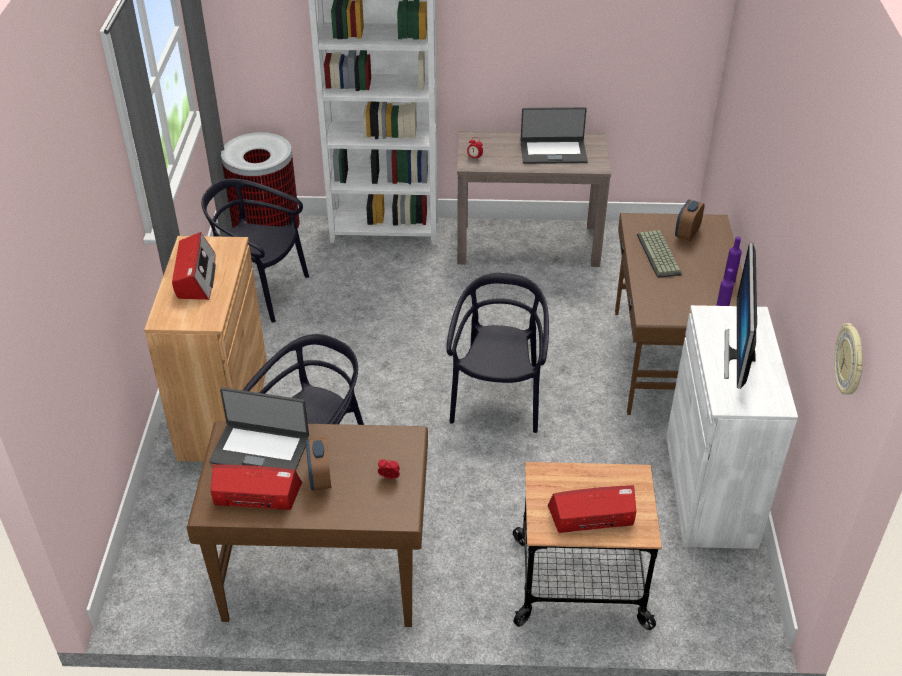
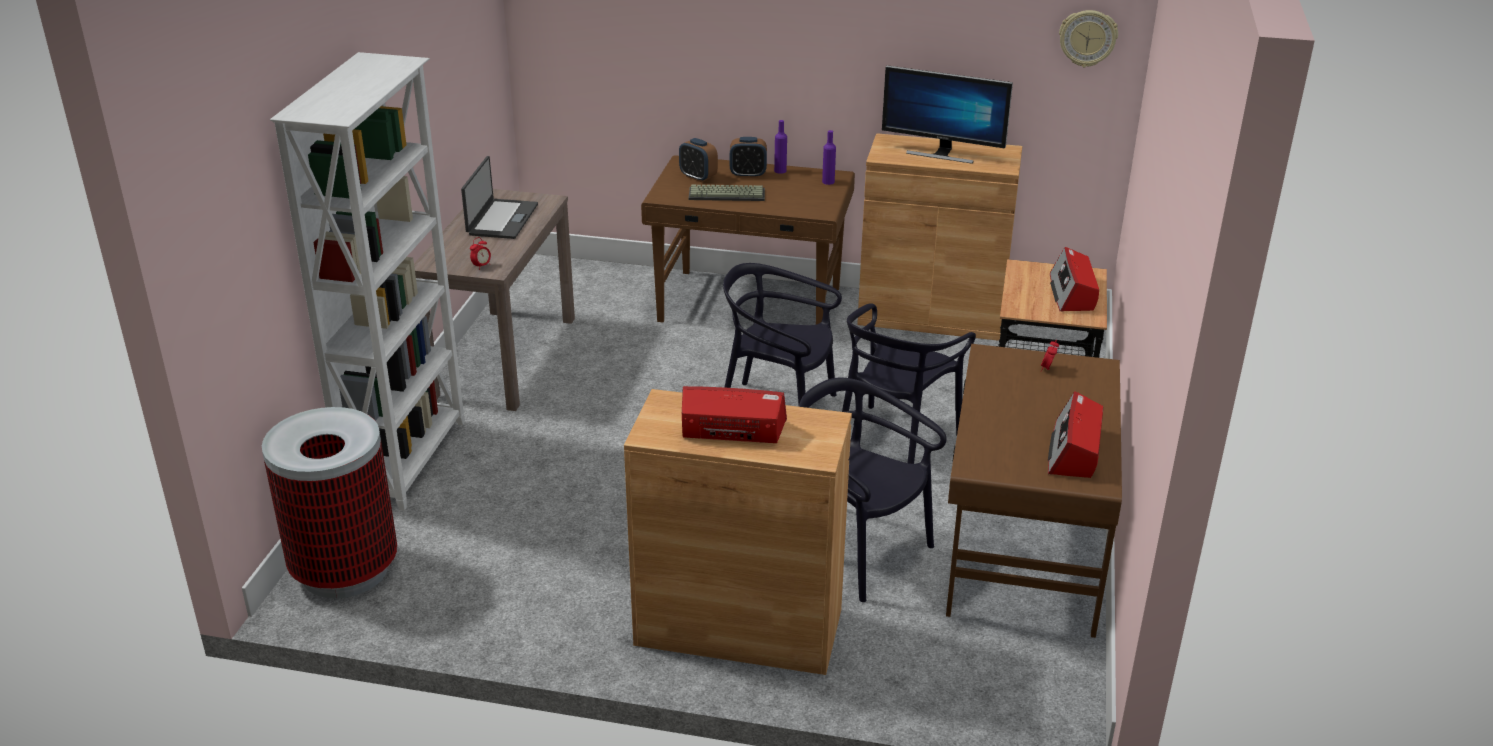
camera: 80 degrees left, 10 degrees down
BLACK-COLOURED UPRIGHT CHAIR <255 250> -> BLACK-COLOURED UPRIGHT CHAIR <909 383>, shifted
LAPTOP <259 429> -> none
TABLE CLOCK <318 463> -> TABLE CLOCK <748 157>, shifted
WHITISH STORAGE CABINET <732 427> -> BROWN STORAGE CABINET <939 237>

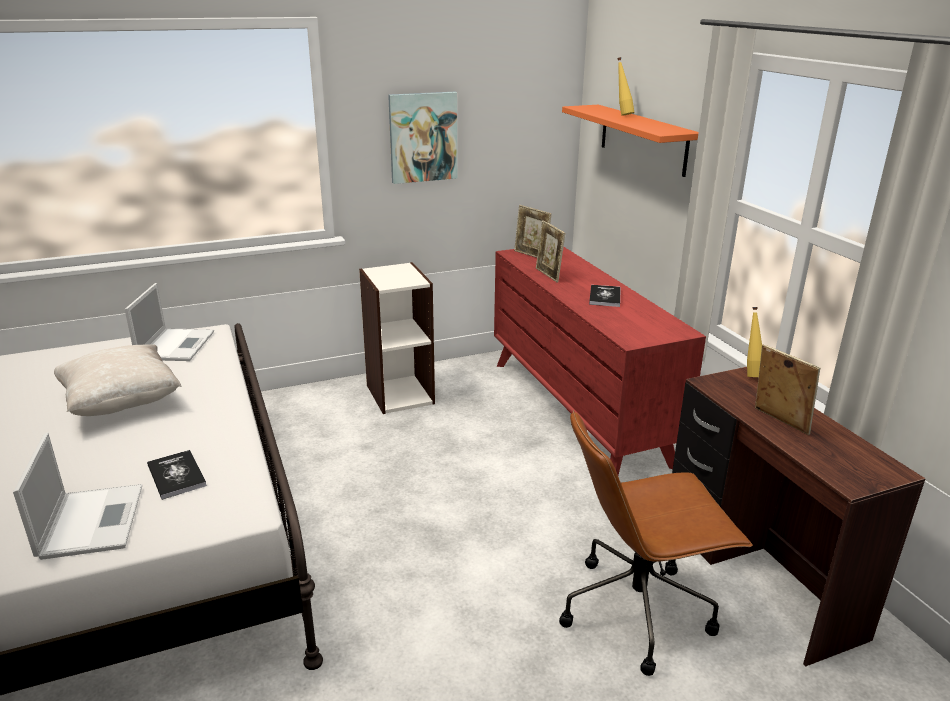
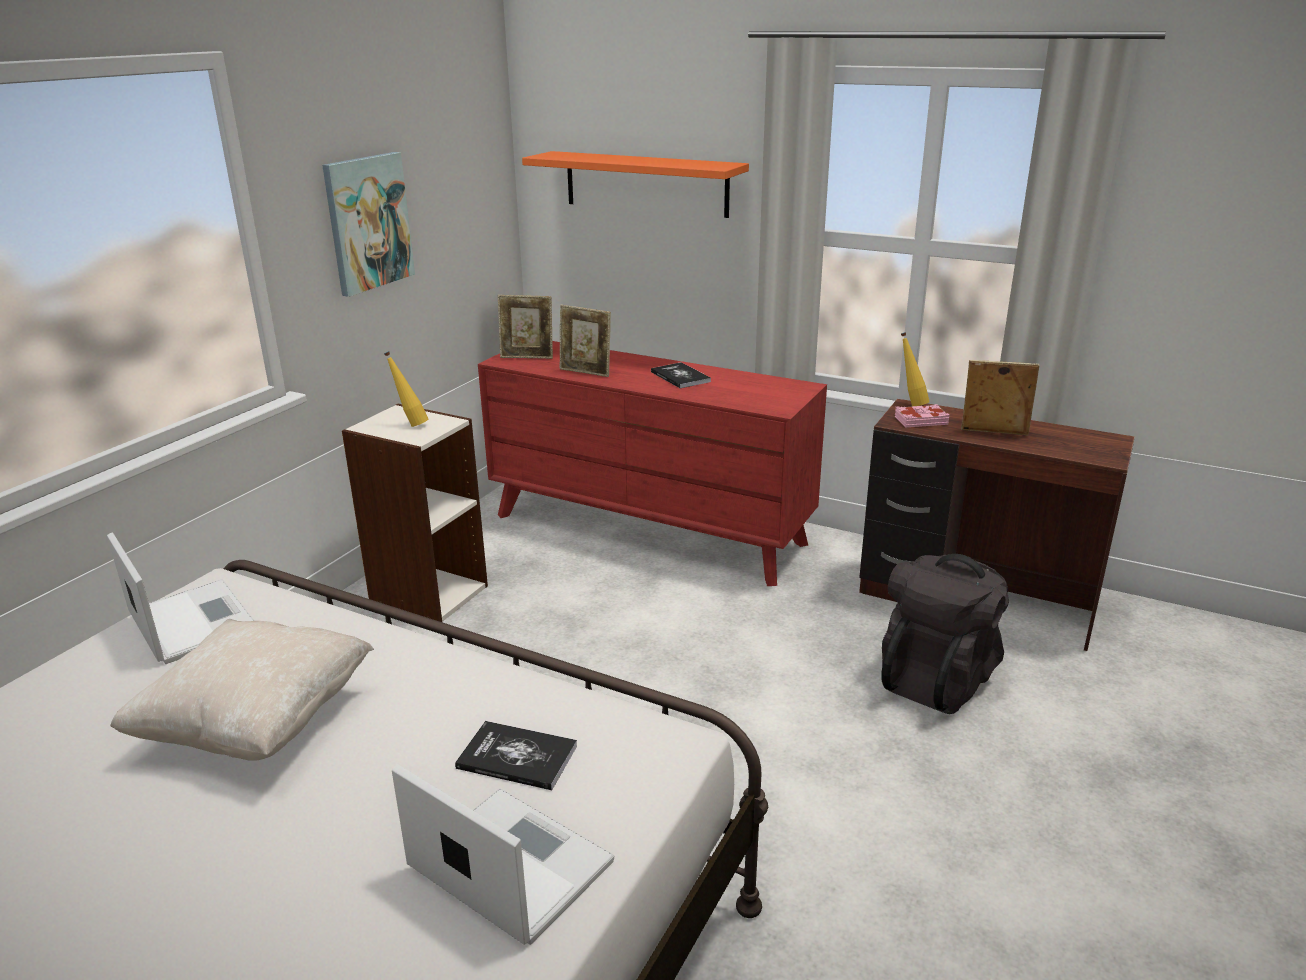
camera: 40 degrees left, 0 degrees up
BROWN OFFICE CHAIR <656 543> -> BLACK-COLOURED RUCKSACK <945 634>
YELLOW-COLOURED BOTTLE <625 86> -> YELLOW-COLOURED BOTTLE <406 389>, shifted
none -> PINK-COLOURED VOLUME <922 416>

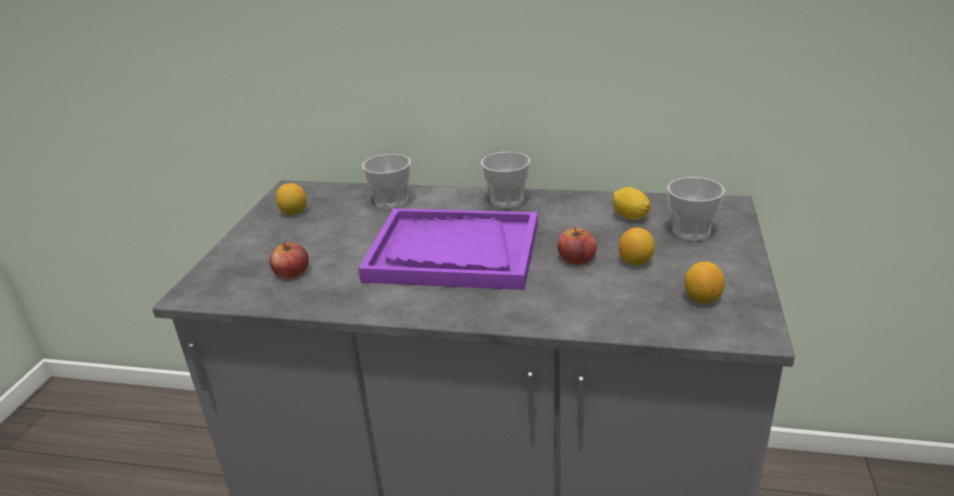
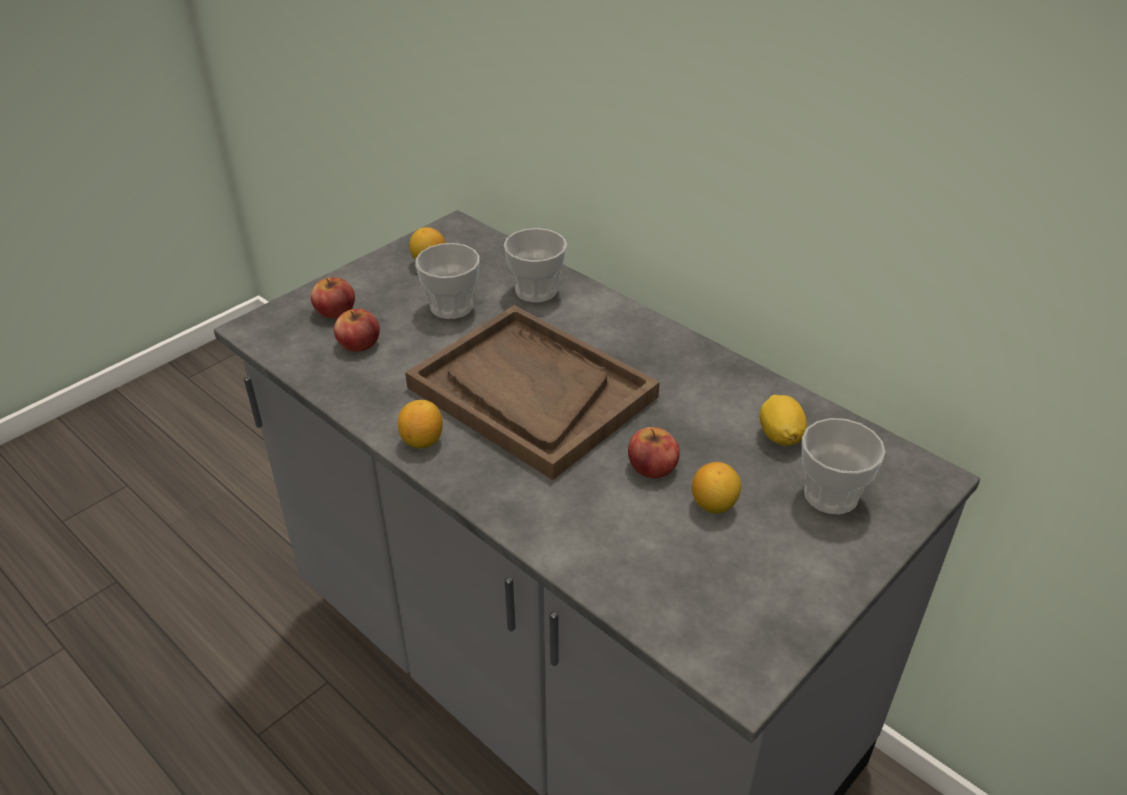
camera: 30 degrees right, 10 degrees up
PURPLE-COLOURED TRAY <448 249> -> BROWN TRAY <532 392>
DRINKING CUP <505 180> -> DRINKING CUP <447 281>, shifted
WHOLE LEMON <704 282> -> WHOLE LEMON <420 424>, shifted
none -> APPLE <333 297>

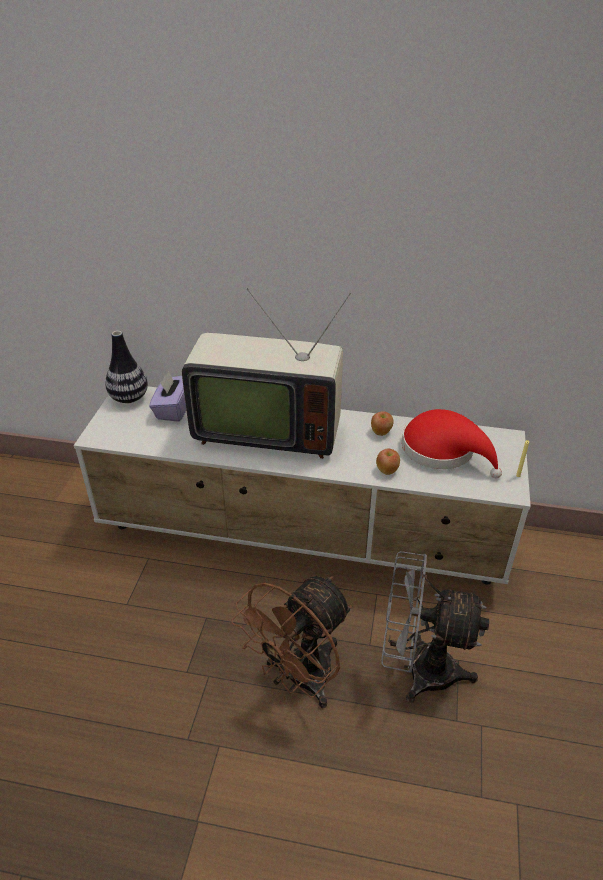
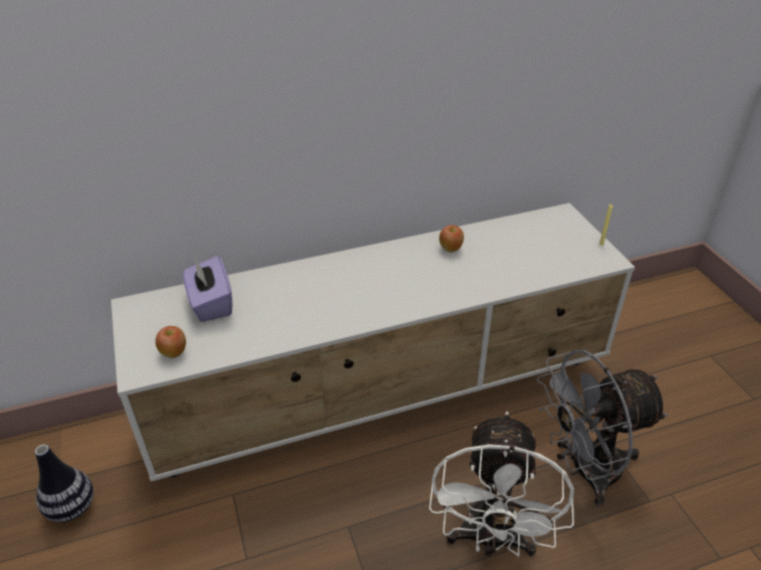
camera: 30 degrees left, 0 degrees up
FLOWER VASE <126 367> -> FLOWER VASE <64 483>, shifted
TV <266 373> -> none
BROWN ELECTRIC FAN <291 642> -> WHITISH ELECTRIC FAN <501 484>
APPLE <388 462> -> APPLE <170 342>, shifted
REDDISH HAT <452 443> -> none

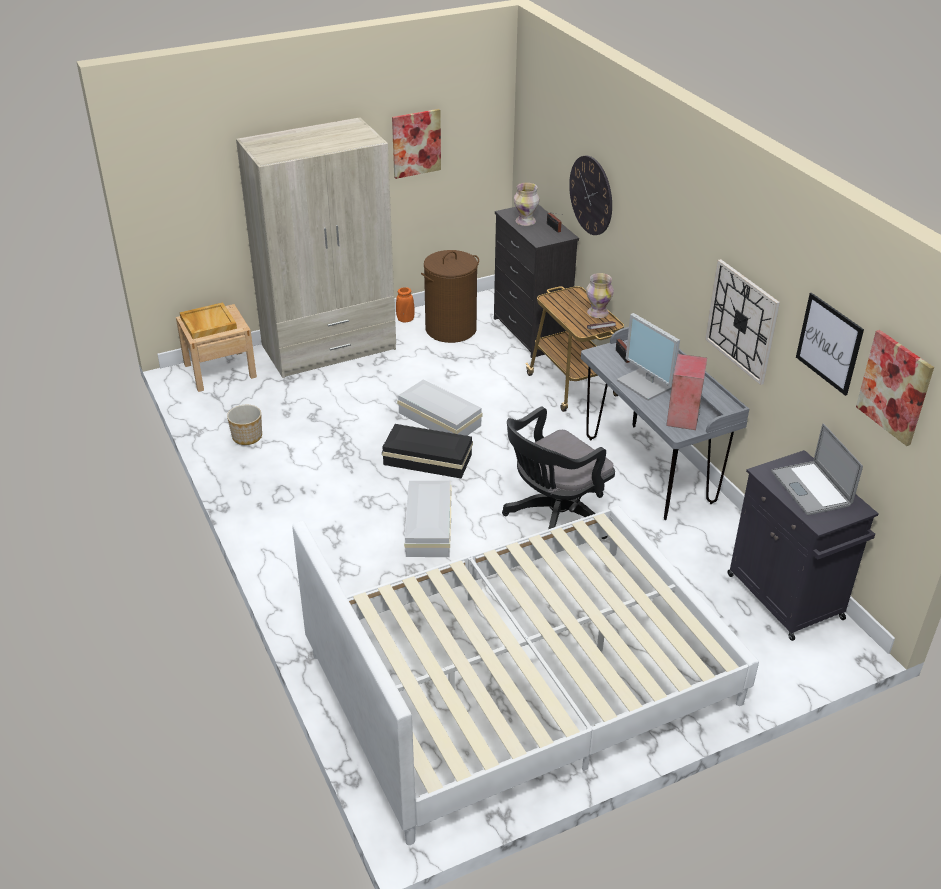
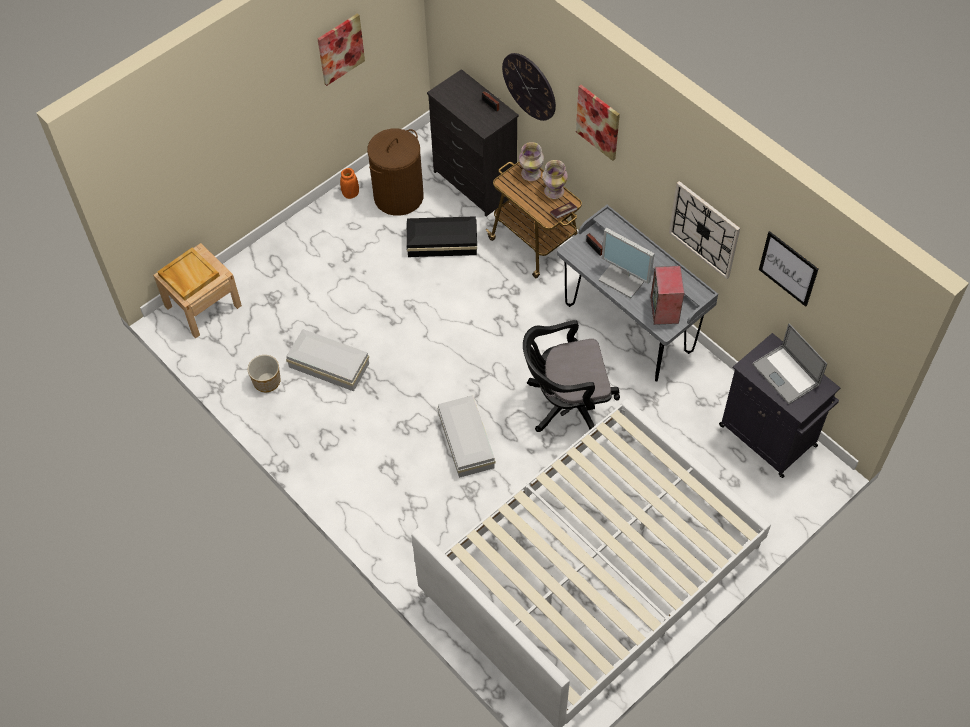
camera: 15 degrees left, 20 degrees up
BEIGE ARMOIRE <316 247> -> none
BLACK-COLOURED STORAGE BOX <427 451> -> BLACK-COLOURED STORAGE BOX <442 236>, shifted
WHITISH STORAGE BOX <440 407> -> WHITISH STORAGE BOX <327 360>, shifted
BLACK-COLOURED OFFICE CHAIR <558 473> -> BLACK-COLOURED OFFICE CHAIR <571 376>, 45 degrees clockwise
FLOWER VASE <526 204> -> FLOWER VASE <531 161>, shifted
PICTURE <895 388> -> PICTURE <598 123>, shifted

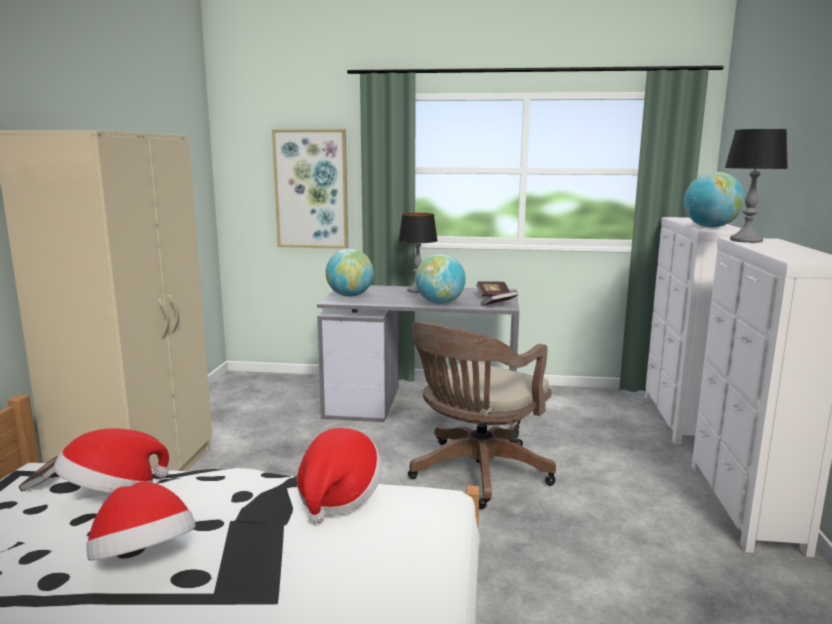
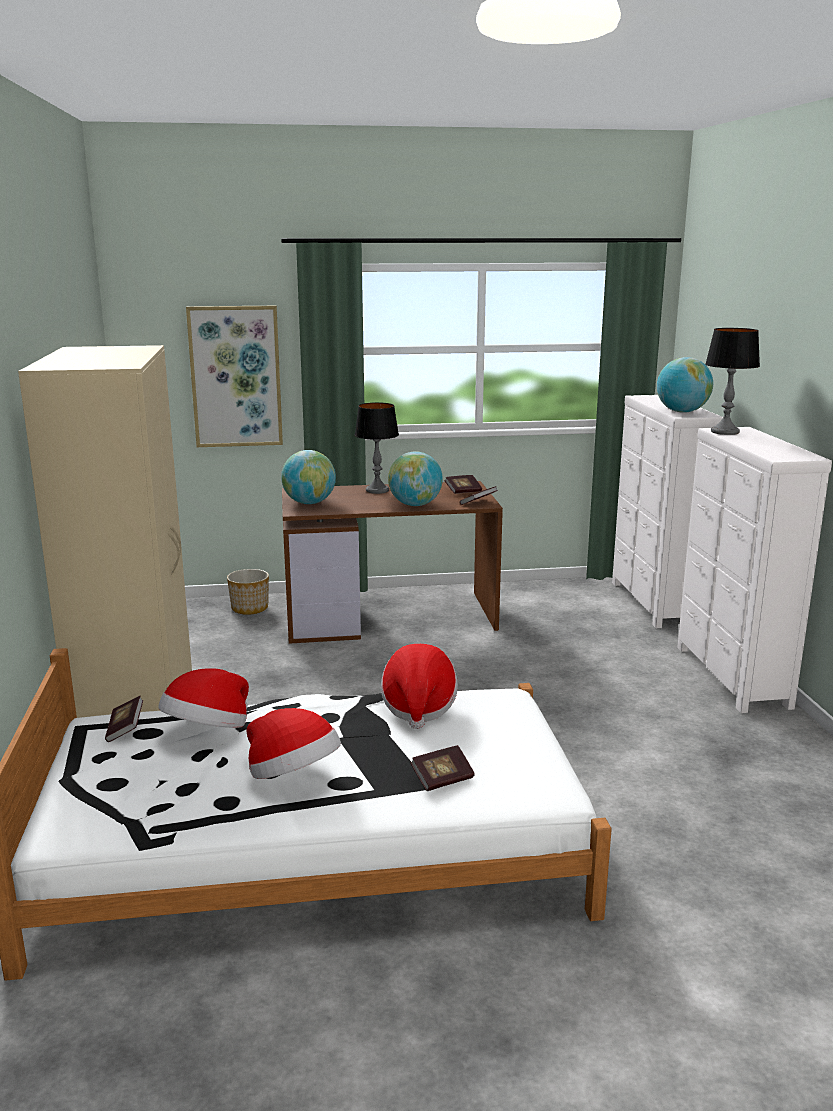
camera: 15 degrees left, 5 degrees up
GREY DESK UNIT <418 356> -> BROWN DESK UNIT <392 562>
BROWN OFFICE CHAIR <482 415> -> none
none -> PLANT POT <248 592>
none -> VOLUME <442 768>

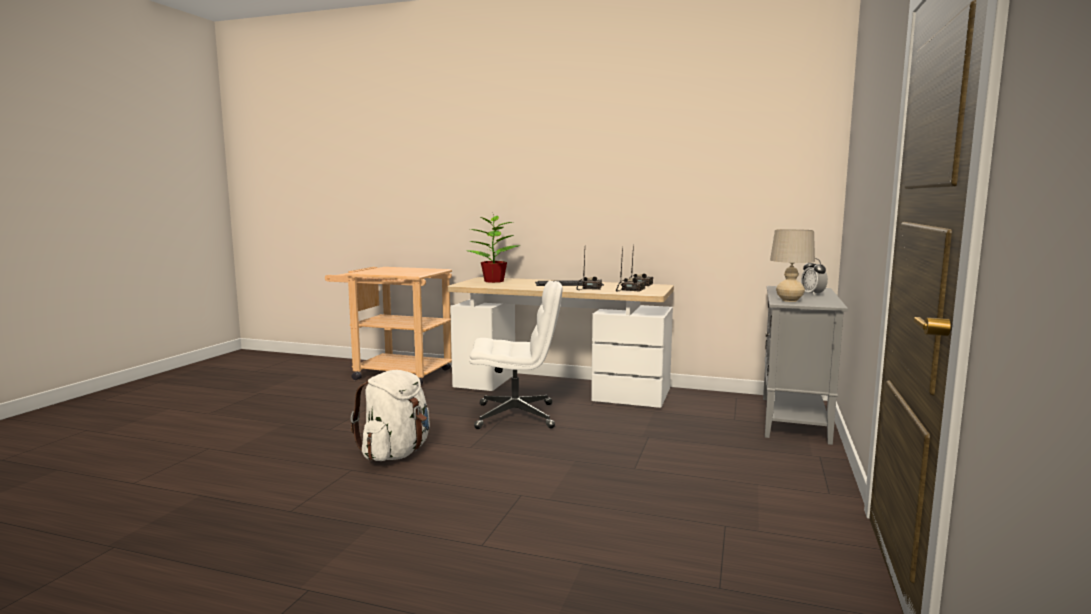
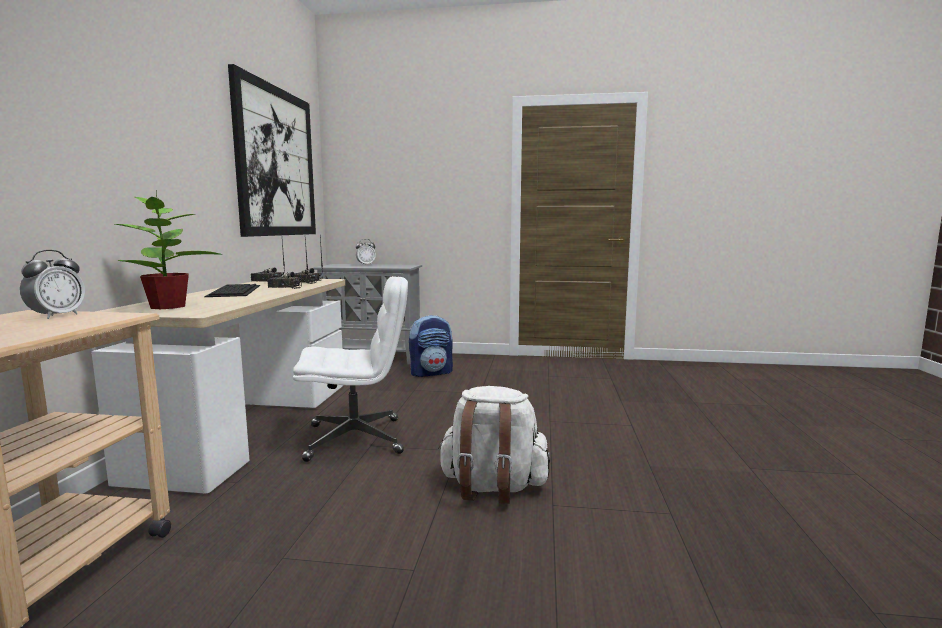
camera: 100 degrees left, 0 degrees up
WHITISH OFFICE CHAIR <516 355> -> WHITISH OFFICE CHAIR <350 369>, 90 degrees clockwise
BEIGE TABLE LAMP <792 265> -> none
none -> TABLE CLOCK <52 284>
none -> PICTURE <272 150>
none -> RUCKSACK <431 346>

